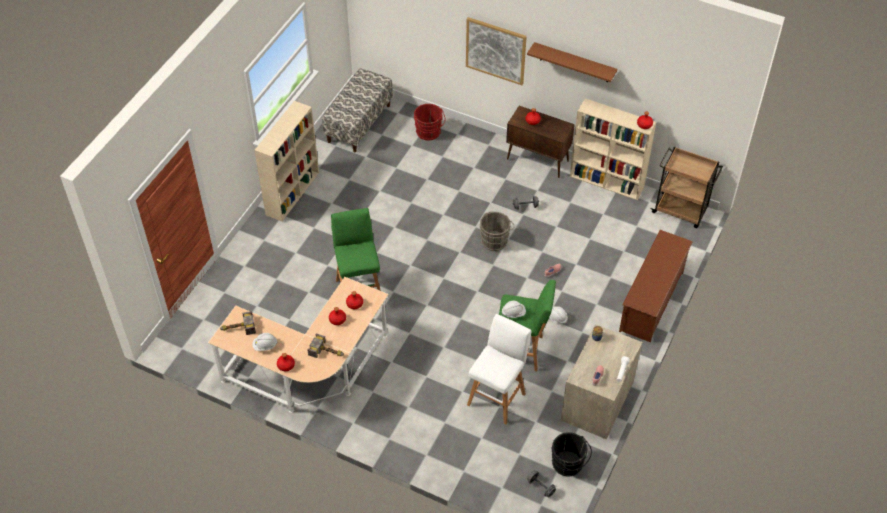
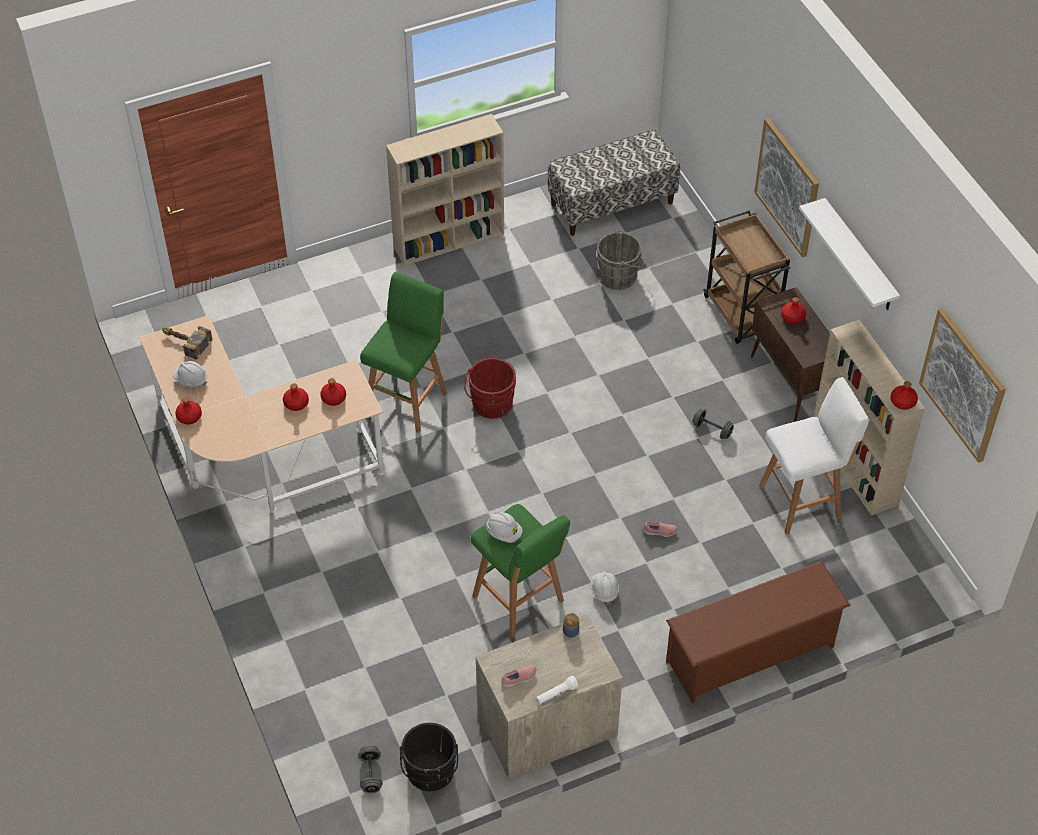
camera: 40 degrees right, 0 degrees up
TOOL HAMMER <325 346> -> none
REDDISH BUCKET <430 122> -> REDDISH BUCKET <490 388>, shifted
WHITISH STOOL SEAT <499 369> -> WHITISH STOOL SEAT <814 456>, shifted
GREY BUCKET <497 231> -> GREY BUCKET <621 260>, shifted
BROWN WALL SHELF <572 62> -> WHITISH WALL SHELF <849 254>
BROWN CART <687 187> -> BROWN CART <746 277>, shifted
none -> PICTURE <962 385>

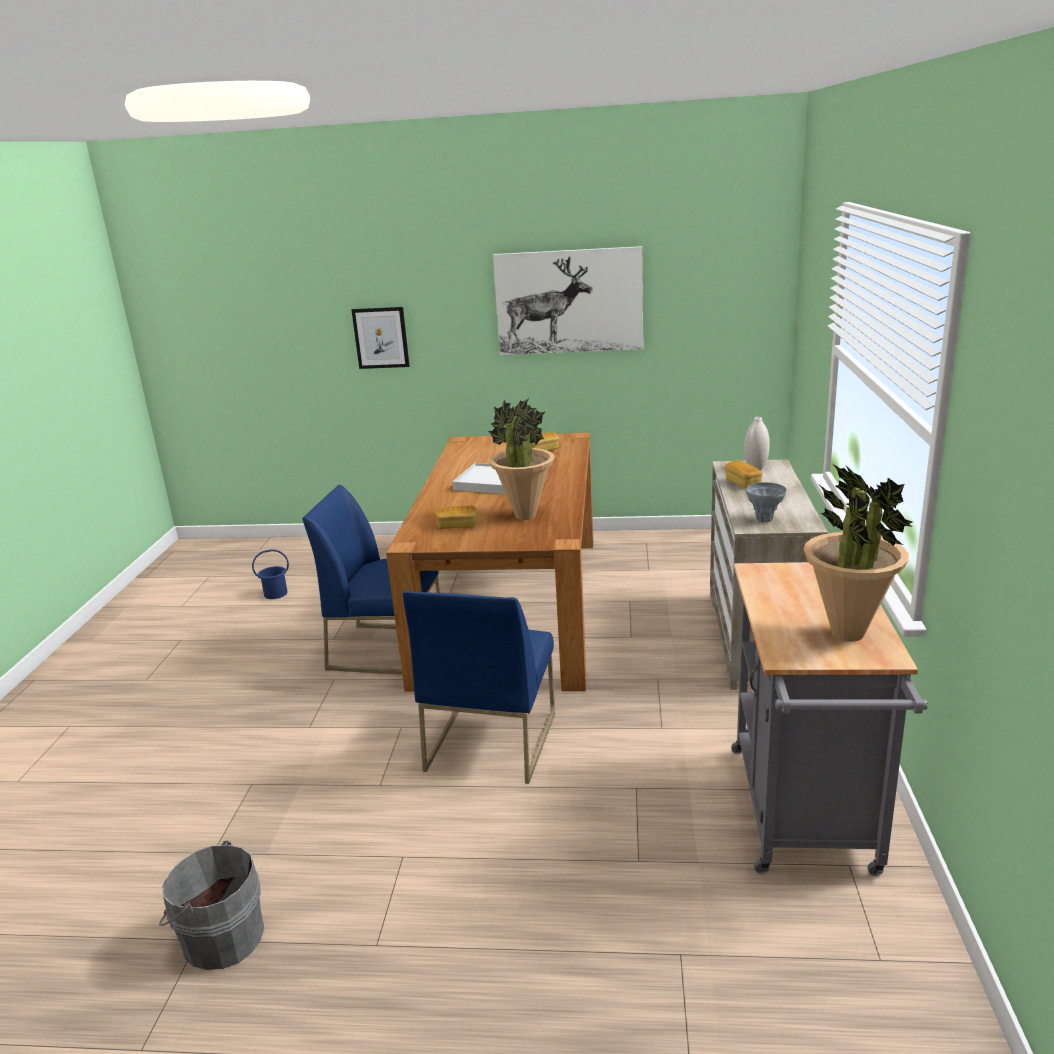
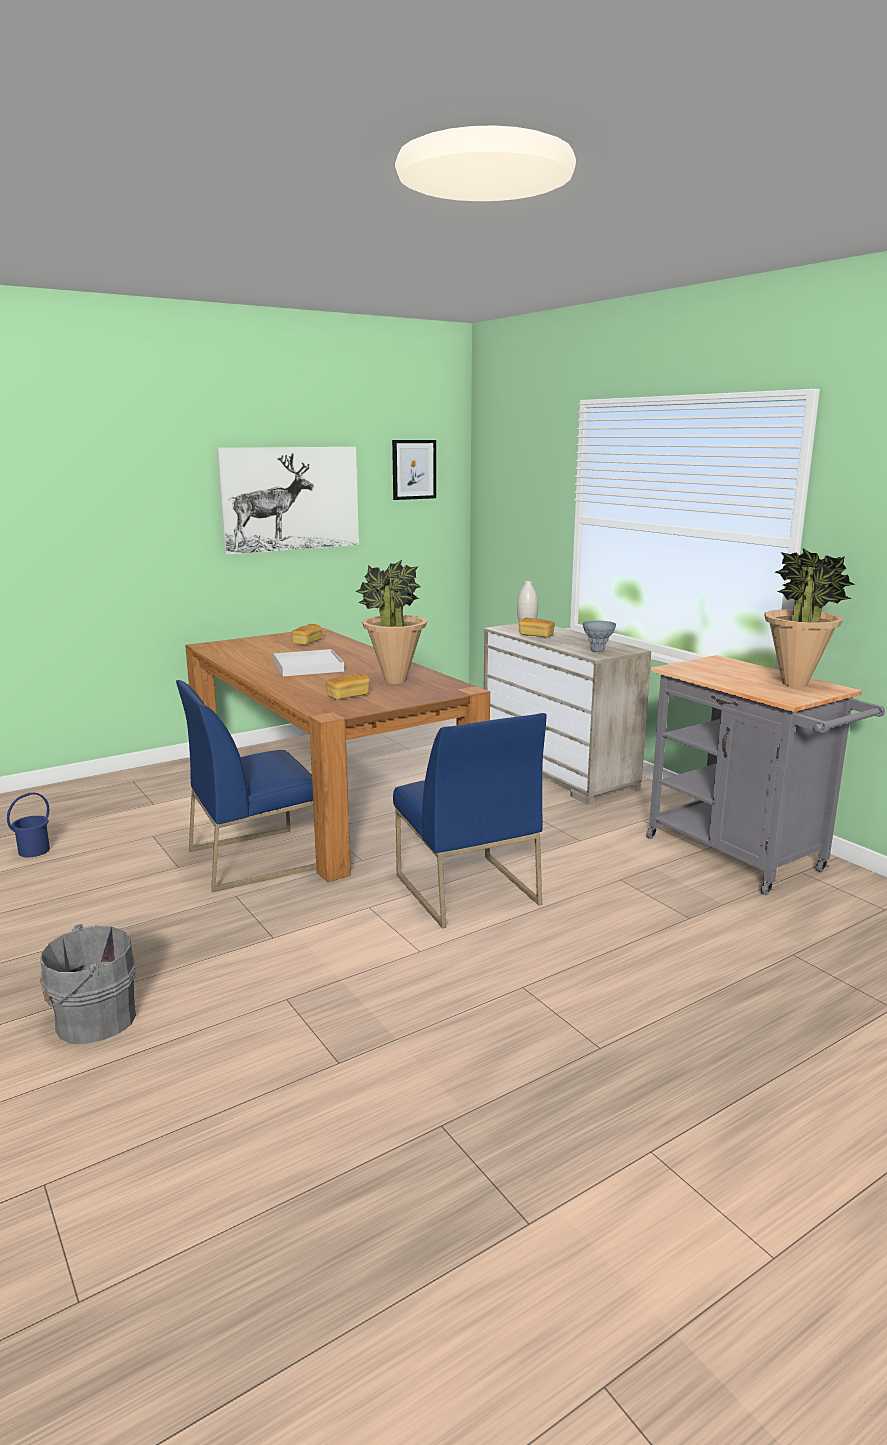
camera: 40 degrees left, 5 degrees down
GREY BUCKET <211 905> -> GREY BUCKET <88 984>, shifted
PICTURE <381 338> -> PICTURE <414 470>, shifted

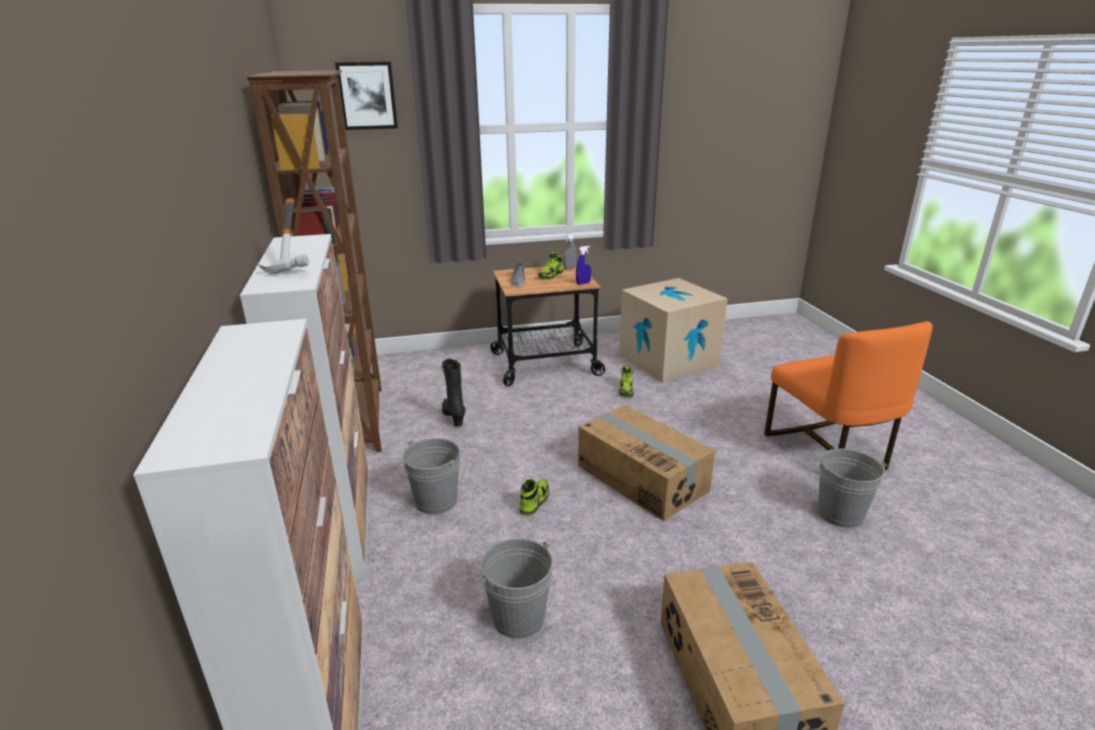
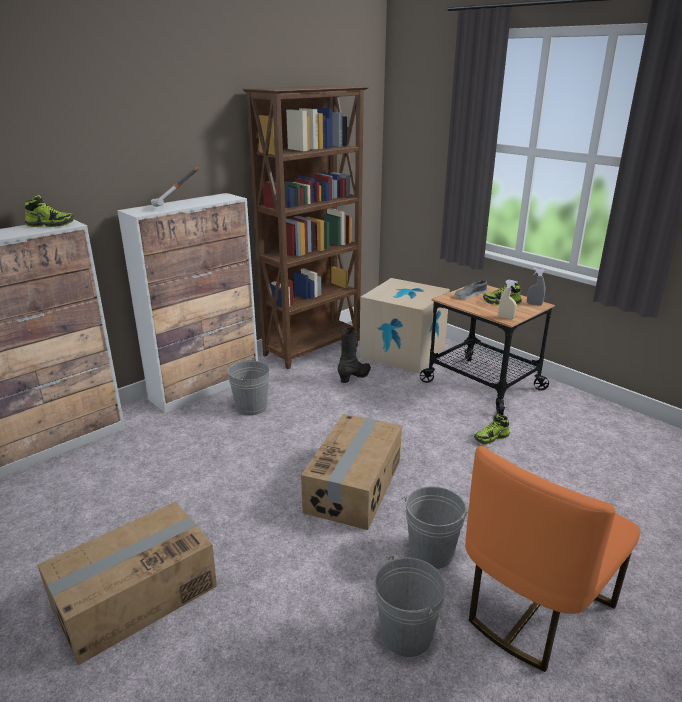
camera: 60 degrees right, 0 degrees up
PICTURE <366 96> -> none
GREY BUCKET <516 588> -> GREY BUCKET <435 527>, shifted
ITEM OF FOOTWEAR <534 497> -> ITEM OF FOOTWEAR <49 211>, shifted
BLUE HAND SPRAYER <583 265> -> BEIGE HAND SPRAYER <508 299>
CARTON <673 330> -> CARTON <404 325>, shifted

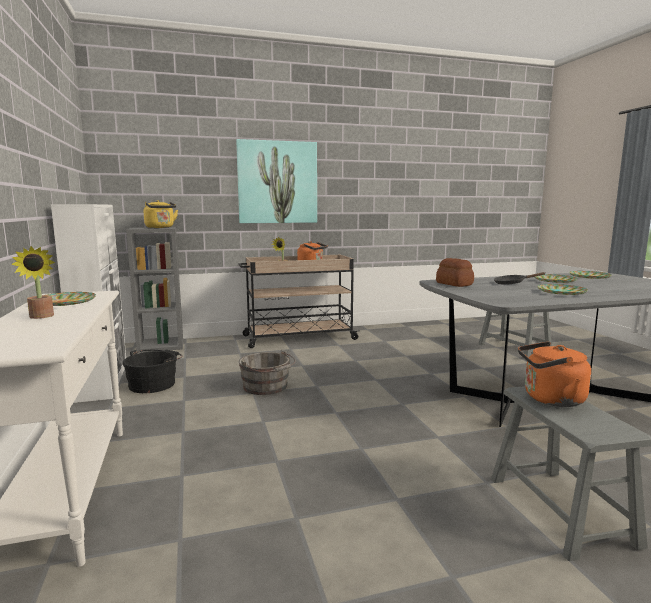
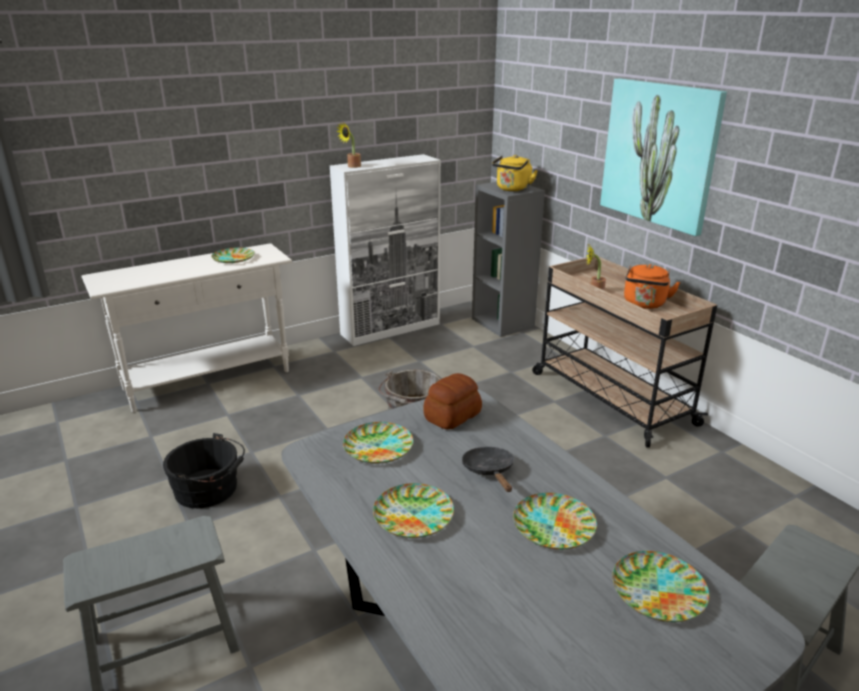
camera: 75 degrees right, 15 degrees up
POTTED PLANT <33 282> -> POTTED PLANT <349 145>, shifted
BLACK-COLOURED BUCKET <152 371> -> BLACK-COLOURED BUCKET <204 470>, shifted
ORANGEY WATER KETTLE <554 374> -> none
none -> DINNER PLATE <378 442>

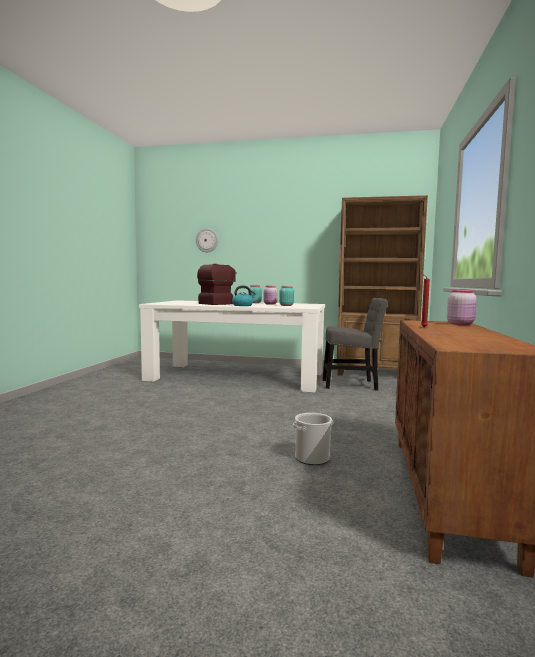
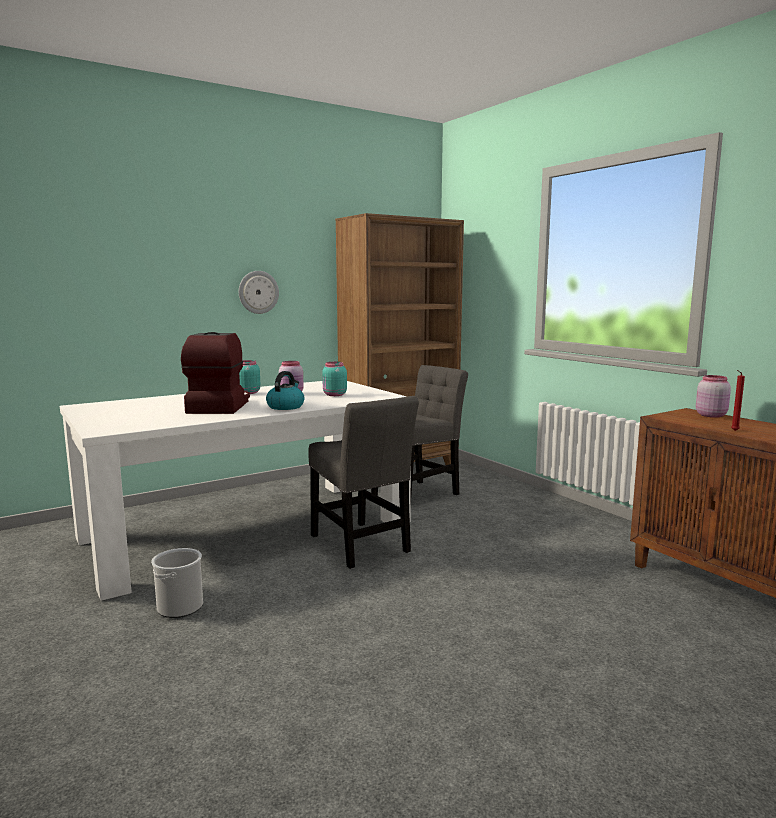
camera: 45 degrees left, 5 degrees up
WALL CLOCK <207 240> -> WALL CLOCK <259 292>, shifted
BUCKET <313 439> -> BUCKET <177 583>, shifted
none -> GREY UPRIGHT CHAIR <363 482>

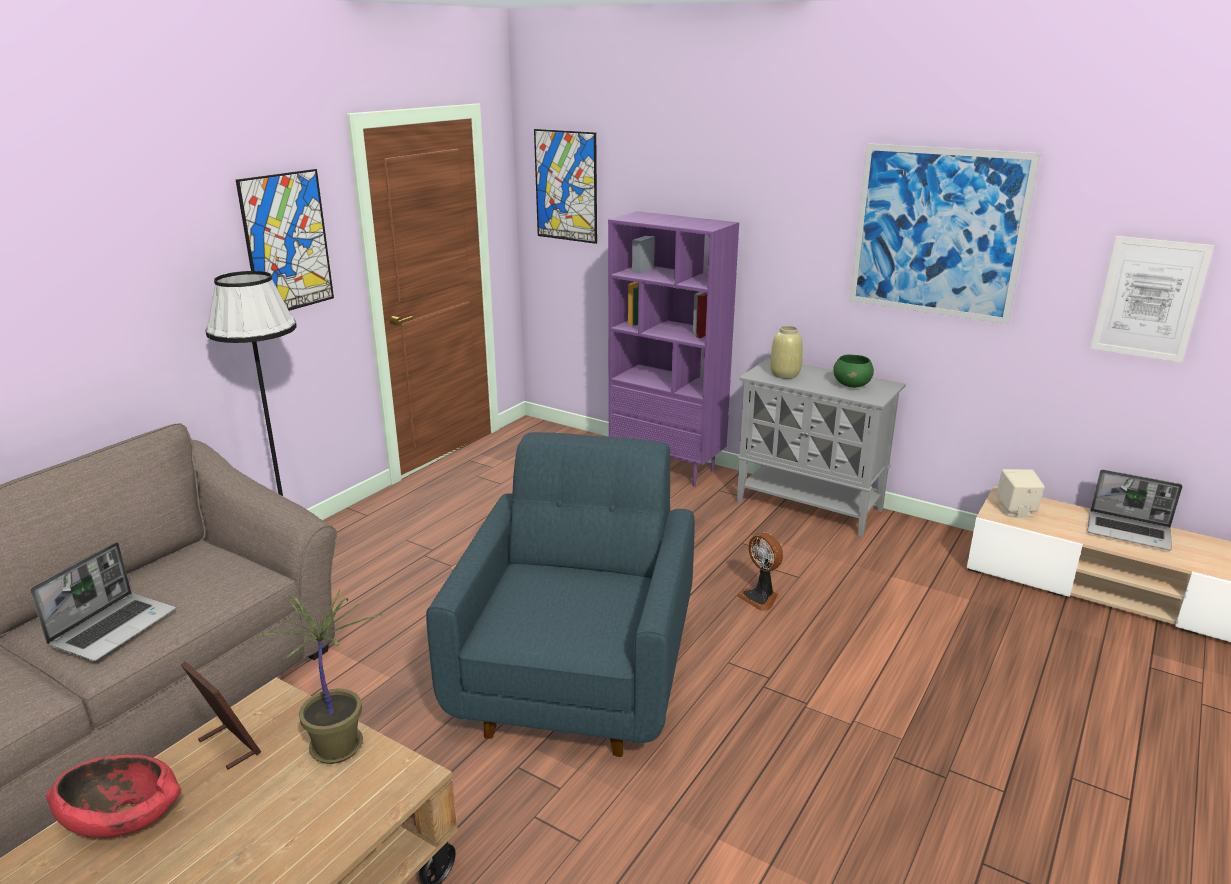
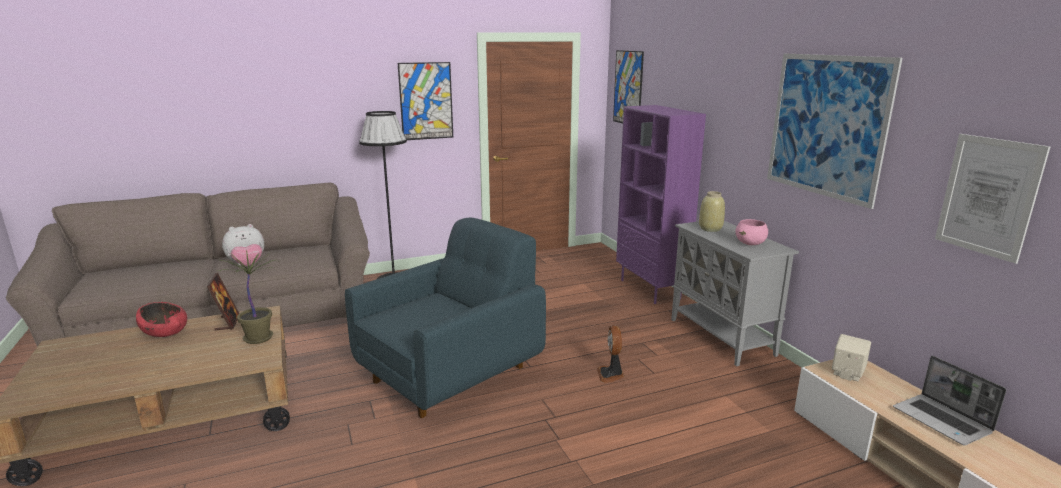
camera: 35 degrees right, 5 degrees down
LAPTOP <103 601> -> SOFT TOY <243 245>
GREENISH SERVING BOWL <853 371> -> PINK-COLOURED SERVING BOWL <751 232>

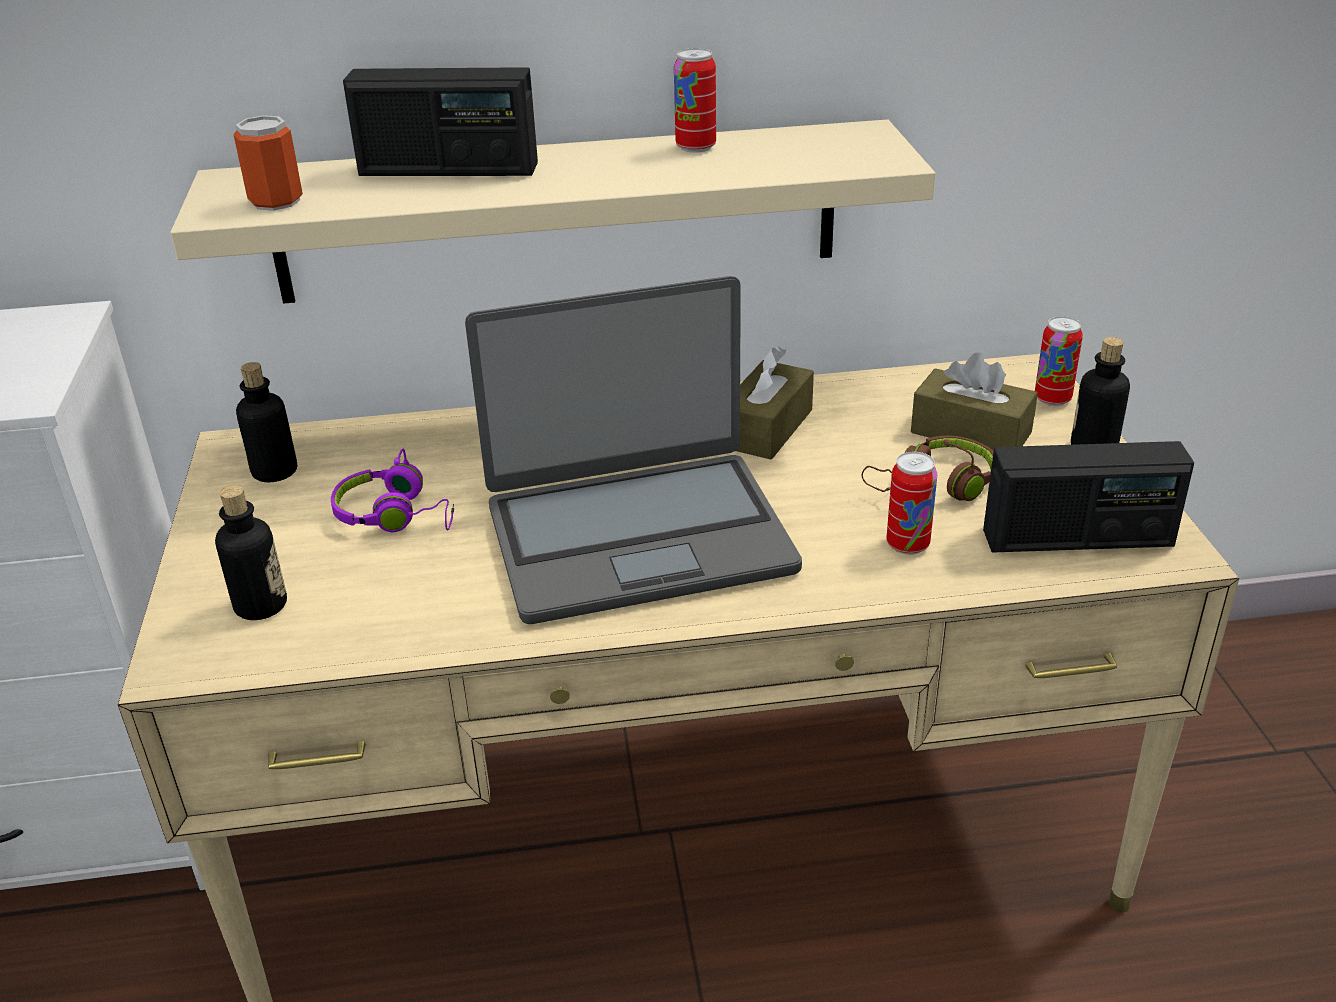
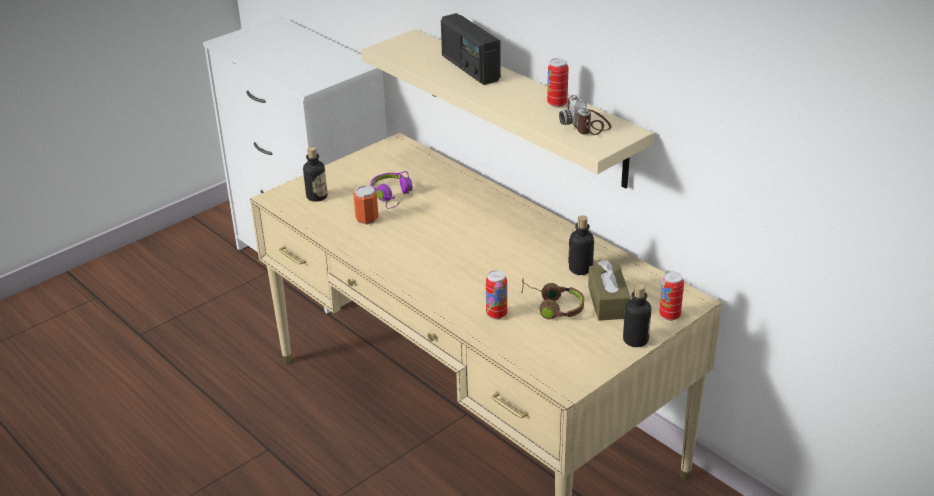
camera: 55 degrees right, 0 degrees up
CAN <268 163> -> CAN <366 205>, shifted
BOTTLE <266 422> -> BOTTLE <581 245>, shifted
LAPTOP <633 450> -> none
BROWN TISSUE BOX <775 402> -> none
RADIO RECEIVER <1088 497> -> none
none -> PHOTO CAMERA <585 115>

